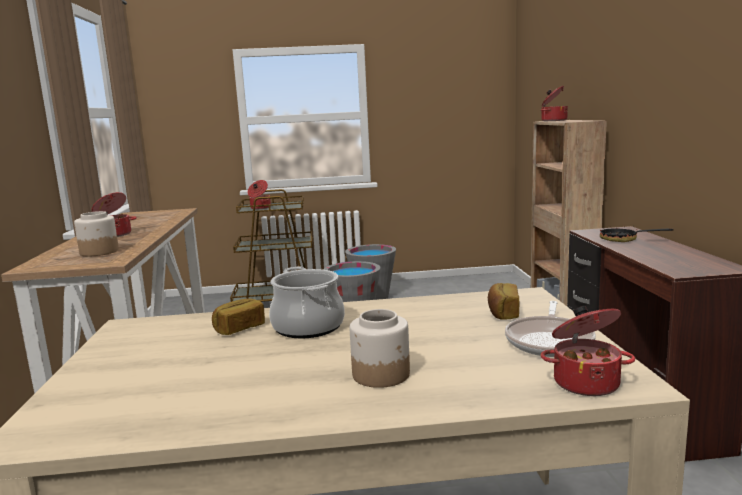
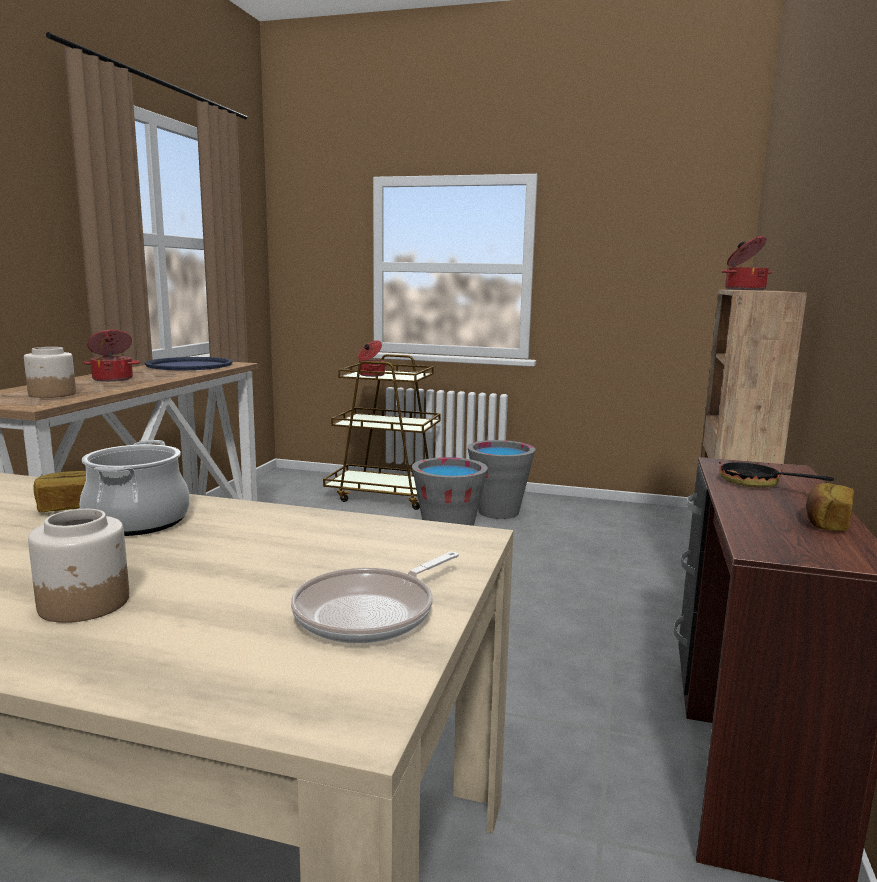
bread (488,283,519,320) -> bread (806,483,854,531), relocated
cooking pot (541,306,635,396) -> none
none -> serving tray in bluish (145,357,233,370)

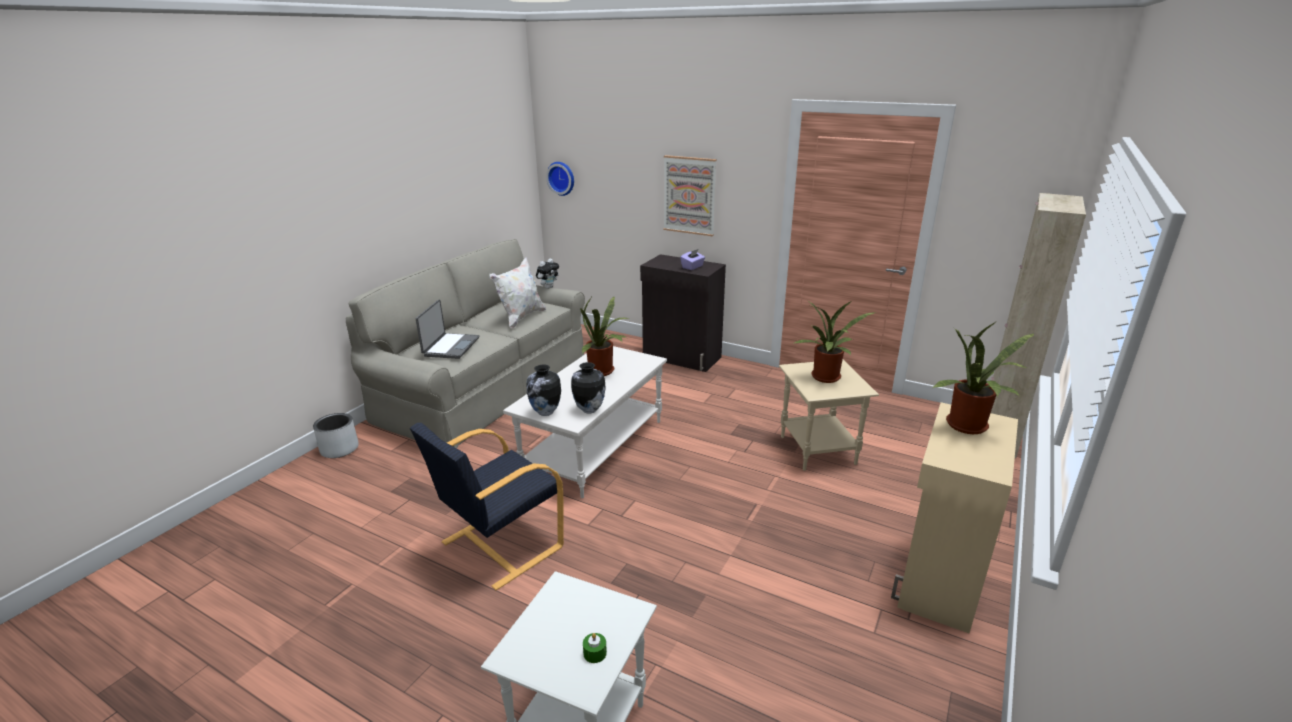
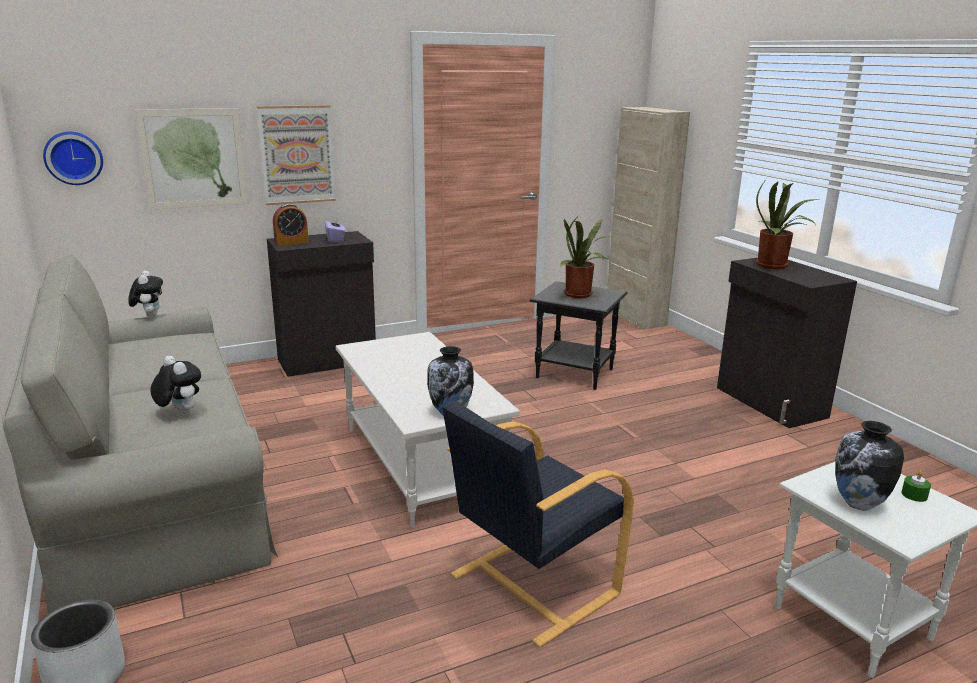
throw pillow in white (489,257,546,329) -> none
potted plant (580,297,628,376) -> none
notebook computer (416,300,479,359) -> cuddly toy (151,356,201,416)
side table in beige-coloured (779,360,879,471) -> side table in blackish (530,281,627,390)
flower vase (571,362,606,414) -> flower vase (835,421,904,511), relocated
storage cabinet in beige-coloured (891,402,1018,633) -> storage cabinet in blackish (717,258,857,428)
lounge chair in blackish (410,423,564,591) -> lounge chair in blackish (442,401,634,647), 60 degrees clockwise
none -> picture (134,108,248,210)
none -> bedside clock (273,203,309,246)

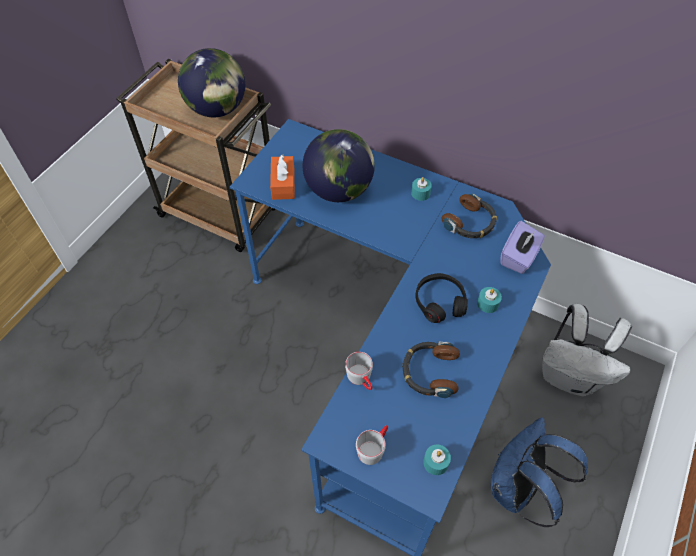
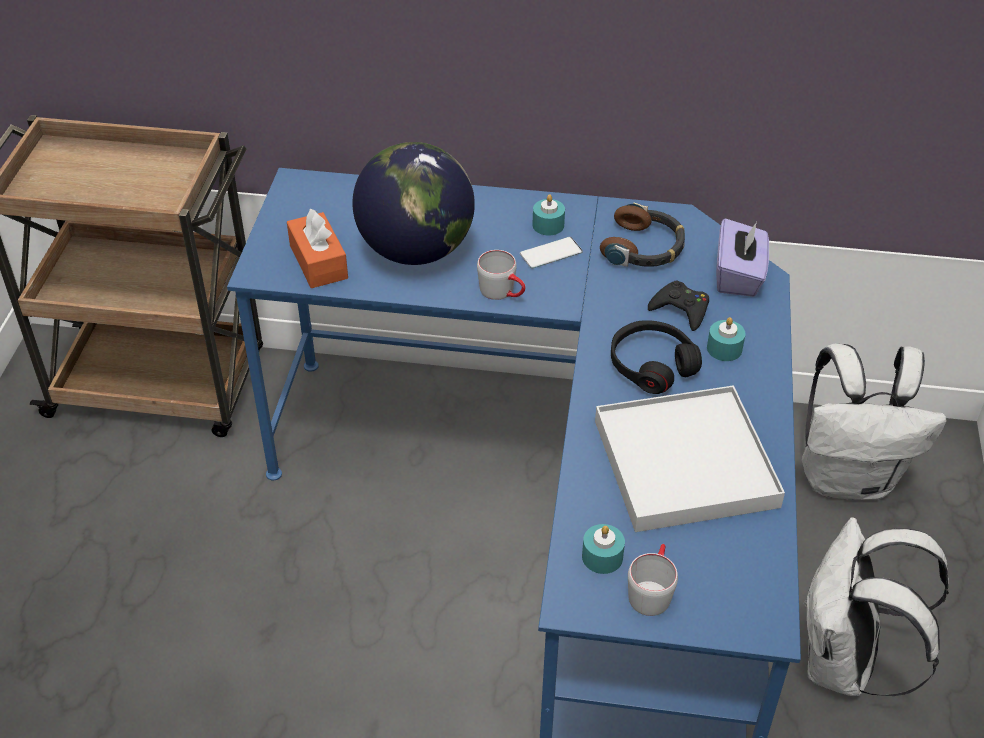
world globe (178,48,245,117) -> none
headset (402,341,460,398) -> serving tray in white (595,385,785,532)
mug in gray (345,352,373,390) -> mug in gray (477,250,525,300), relocated
rucksack in bluish (491,417,588,527) -> rucksack in white (803,517,949,696)
candle in turquoise (423,445,451,475) -> candle in turquoise (582,524,625,574), relocated
none -> handset (520,237,583,268)
none -> joypad in blackish (648,281,709,331)

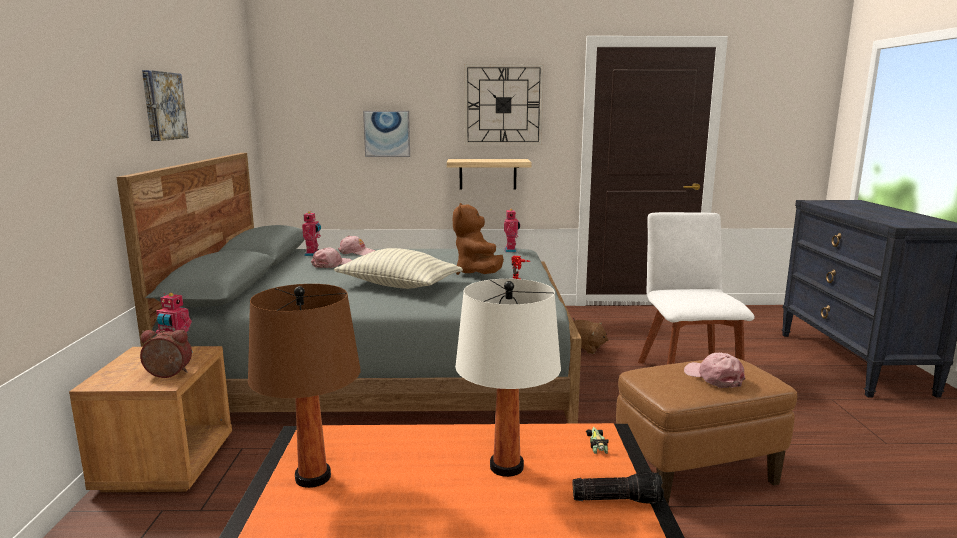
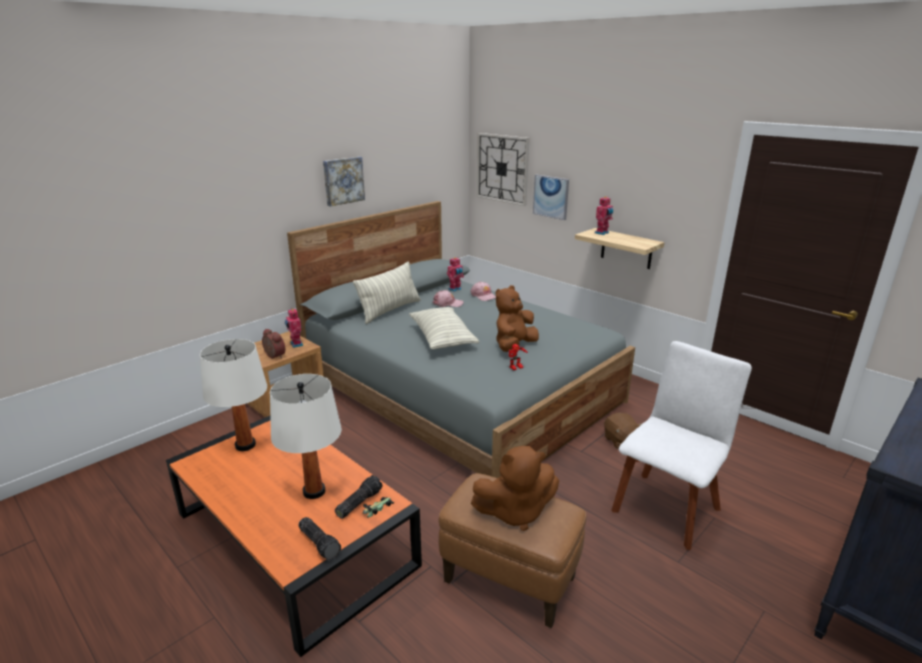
hanging clock (464,64,544,145) -> hanging clock (477,133,529,206), relocated
model robot (504,209,520,252) -> model robot (595,196,613,235), relocated
table lamp in brown (248,284,360,488) -> table lamp in white (200,339,267,451)
peaked cap in pink-coloured (684,353,745,388) -> cuddly toy in brown (471,446,559,531)
none -> throw pillow (353,261,421,324)
none -> torch (335,475,382,519)

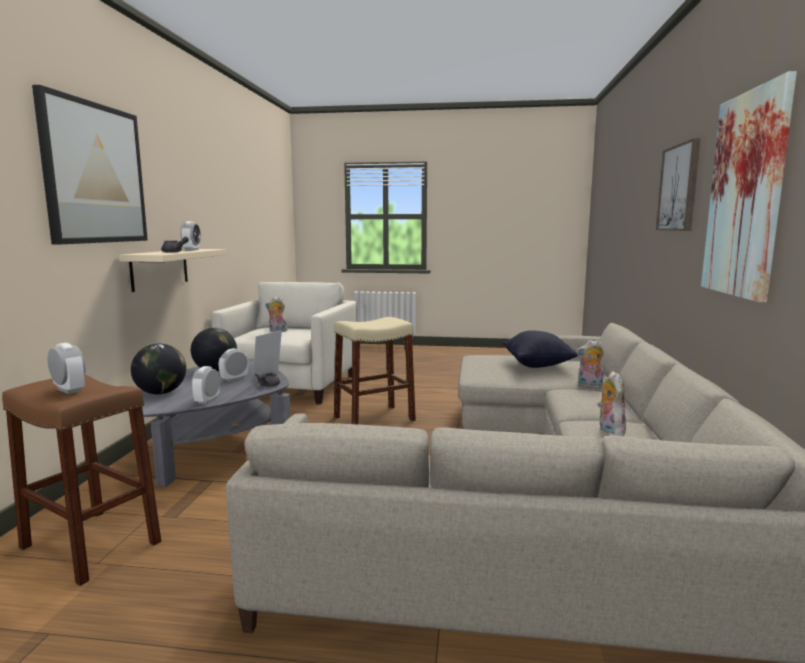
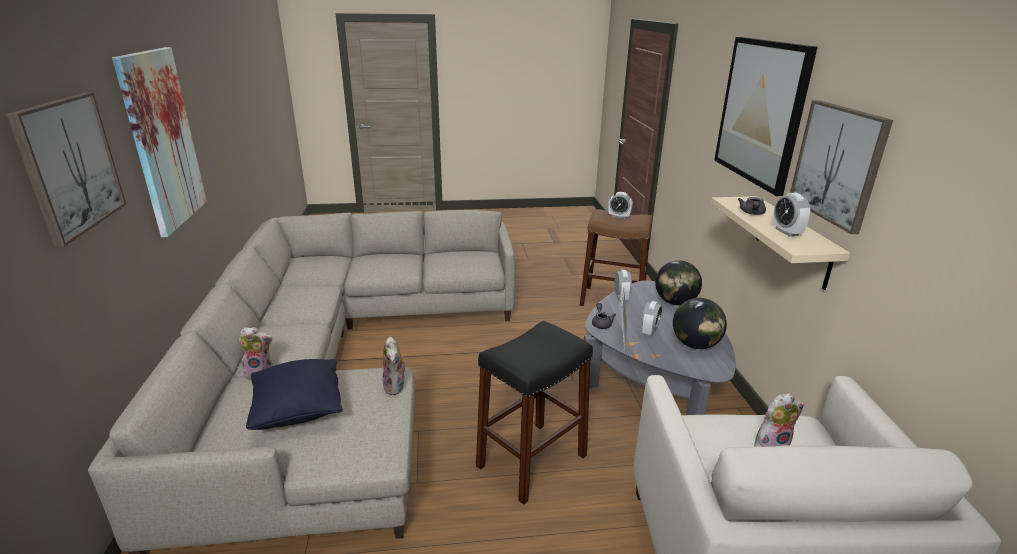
stool seat in beige-coloured (334,317,416,424) -> stool seat in blackish (476,321,593,505)
cuddly toy (597,371,626,436) -> cuddly toy (383,336,407,395), relocated
none -> picture (790,100,893,234)

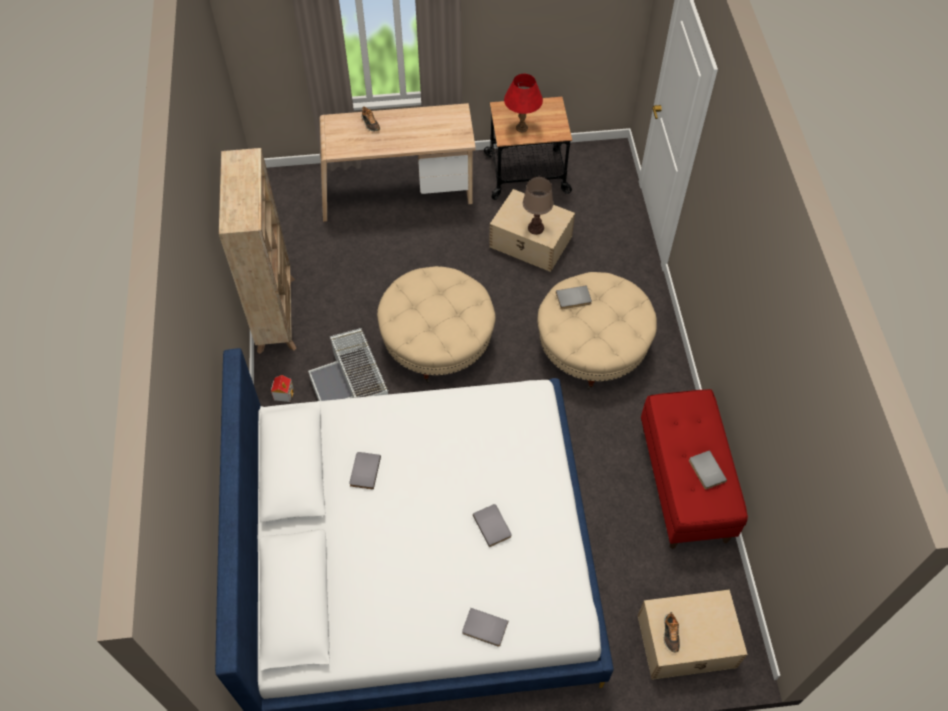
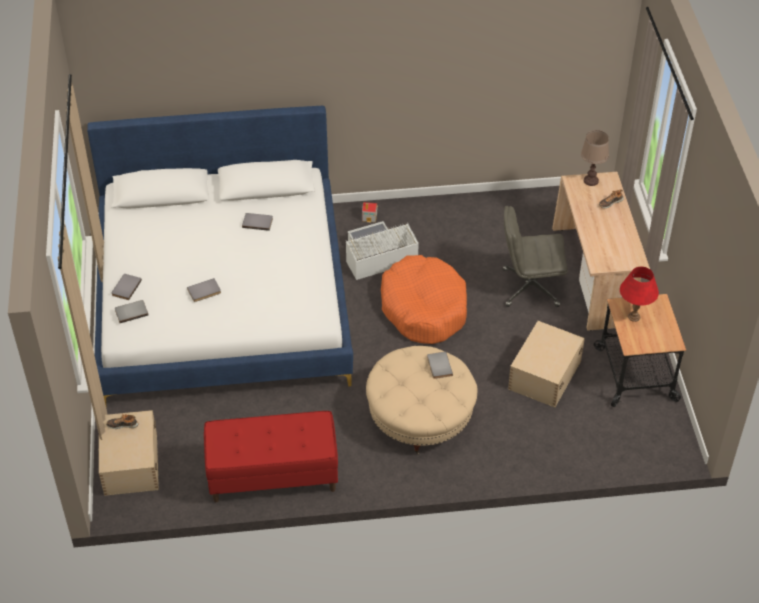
shelving unit in beige-coloured (219,148,296,354) -> none
table lamp in brown (523,177,553,235) -> table lamp in brown (581,130,609,186), relocated
footrest in beige-coloured (377,266,496,382) -> dog cushion in orange-coloured (381,255,467,344)
book in gray (689,450,727,489) -> book in gray (115,300,148,323), relocated
none -> computer chair in gray (503,206,568,307)

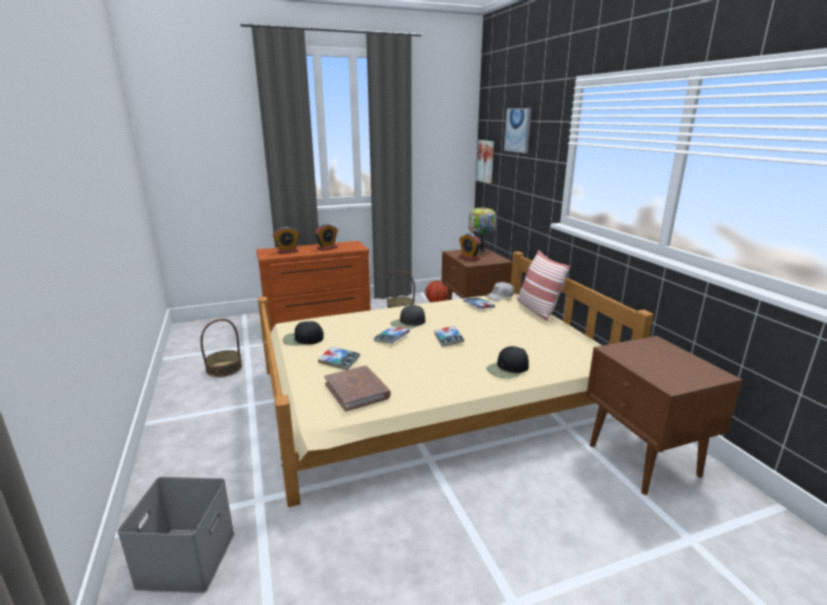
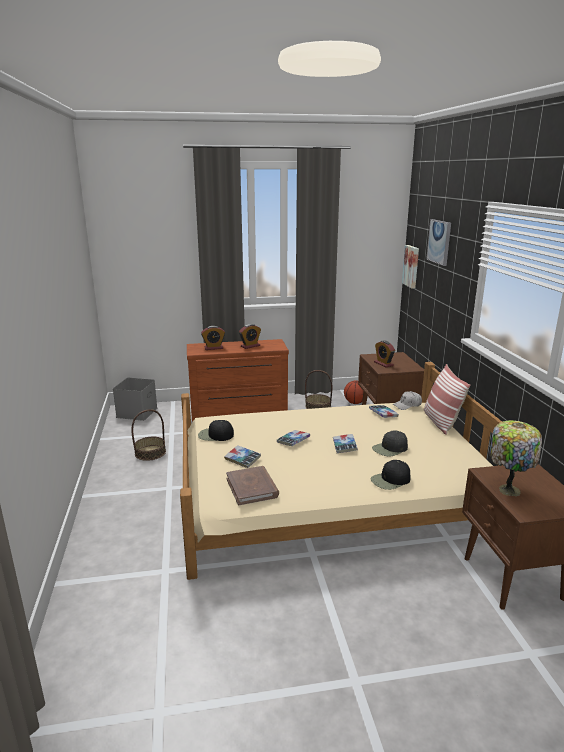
table lamp (469,207,496,252) -> table lamp (489,420,542,496), relocated
peaked cap in blackish (390,305,425,329) -> peaked cap in blackish (372,430,408,456), relocated
storage container in gray (117,477,235,593) -> storage container in gray (113,378,157,421), relocated

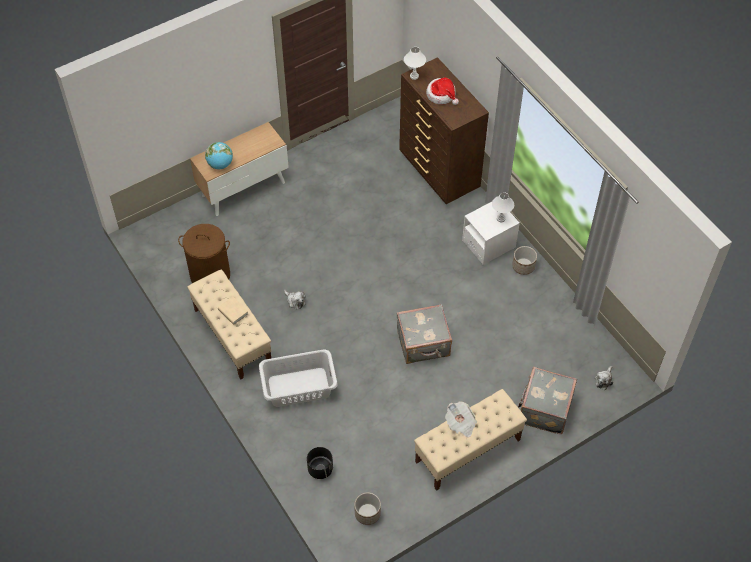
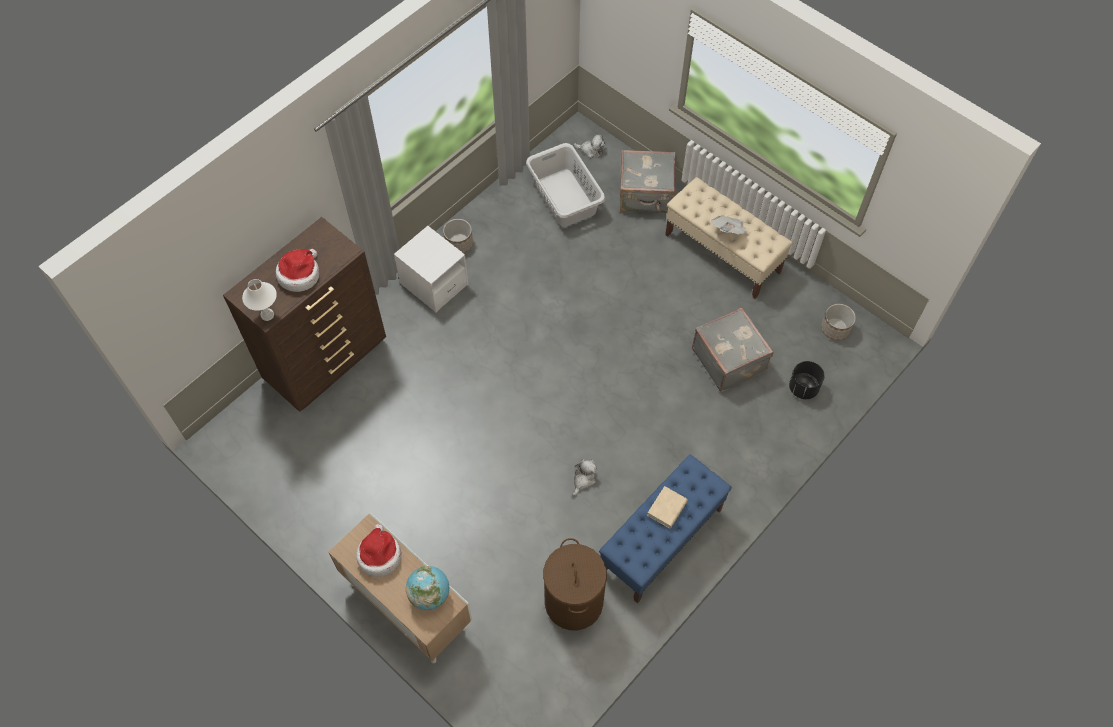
table lamp in white (492,192,514,222) -> none
indoor bench in beige-coloured (187,269,271,380) -> indoor bench in bluish (599,454,732,604)
suitcase in gray (397,304,452,364) -> suitcase in gray (692,308,773,392), relocated
washing basket in gray (259,349,338,407) -> washing basket in gray (526,143,605,227), relocated
none -> clothing hat (356,524,402,577)

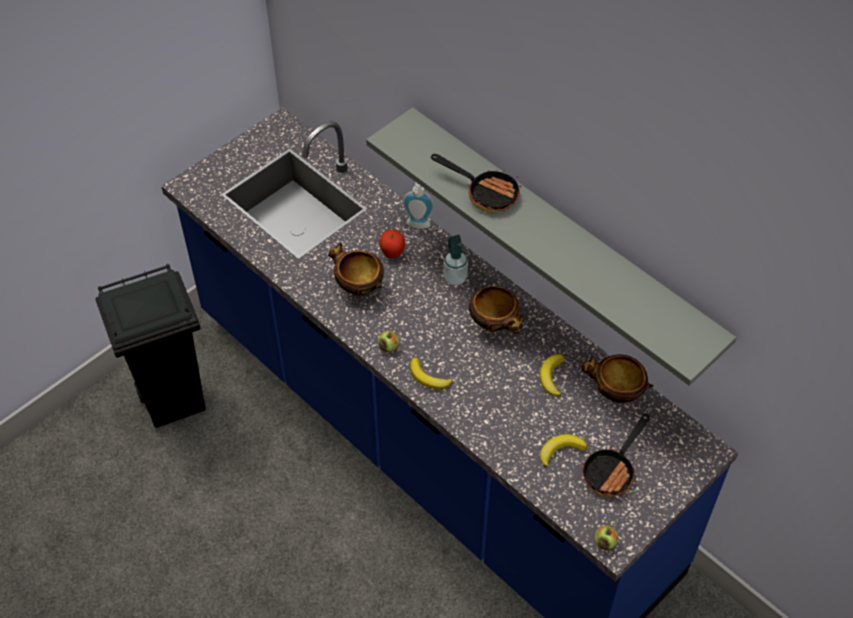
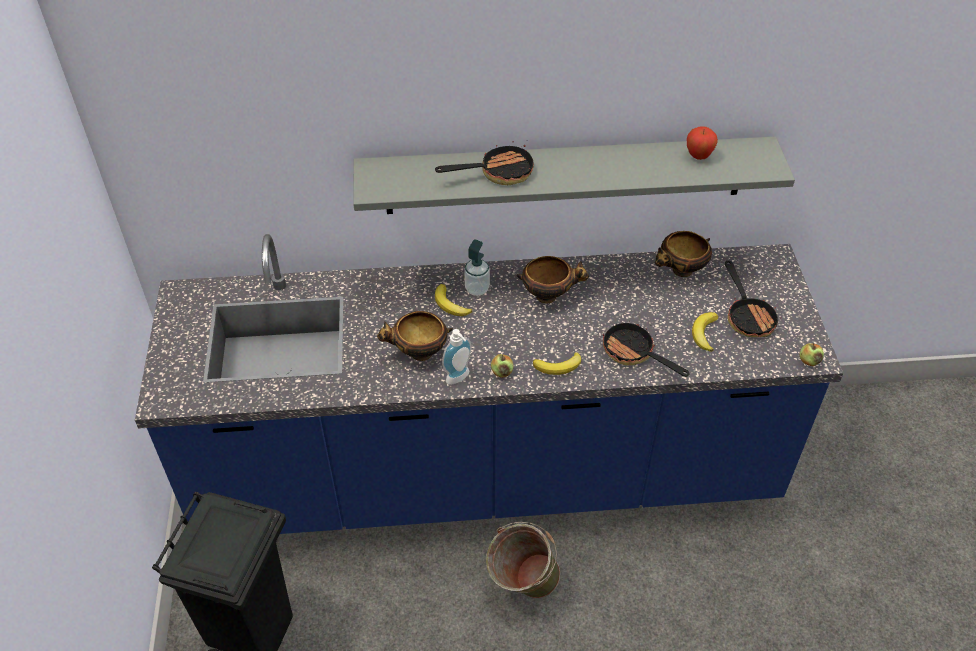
soap dispenser (403,183,434,229) -> soap dispenser (442,329,471,385), relocated
apple fruit (379,230,405,258) -> apple fruit (687,126,718,160), relocated
whole banana (540,354,565,397) -> whole banana (435,284,472,316), relocated
none -> frying pan (602,323,690,377)
none -> pail in green (486,522,560,598)

